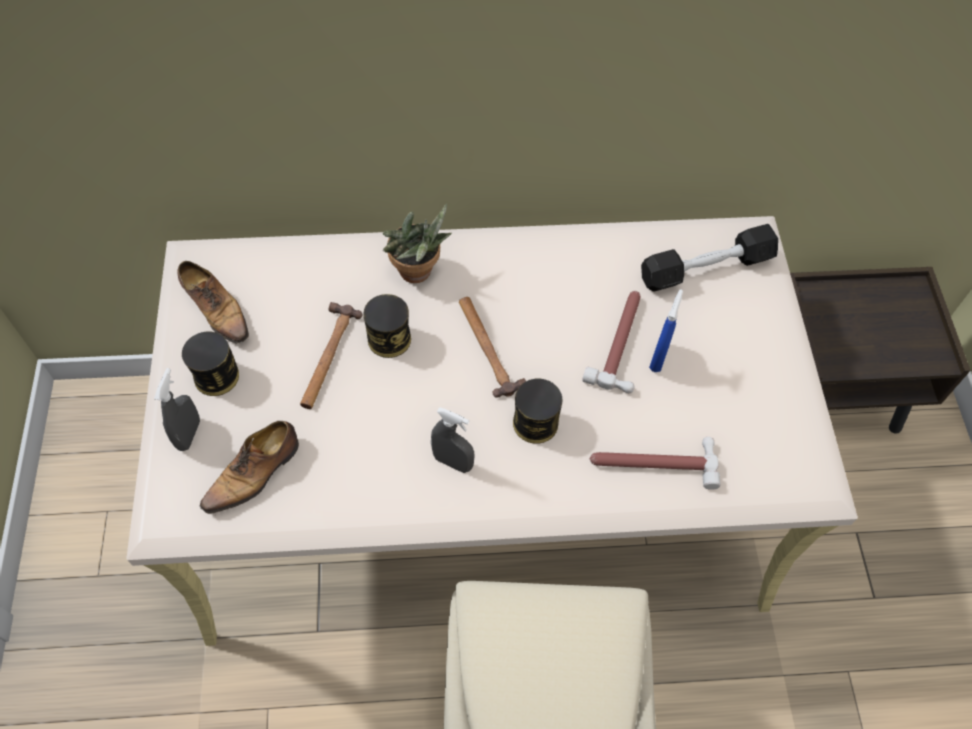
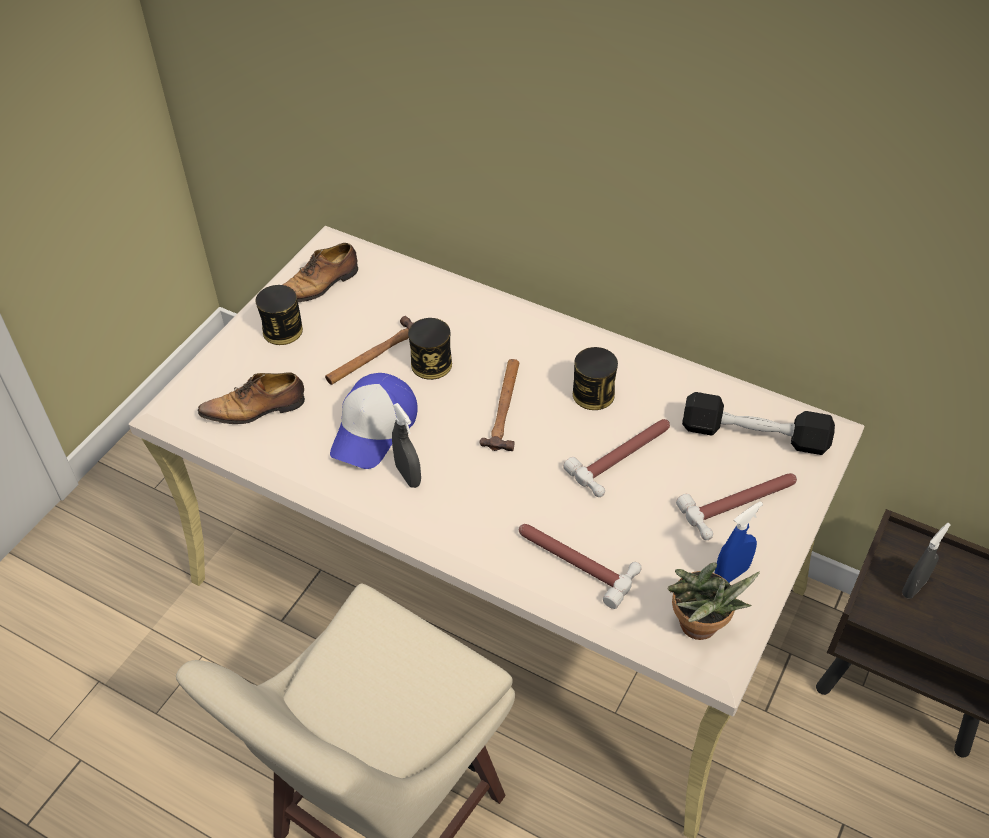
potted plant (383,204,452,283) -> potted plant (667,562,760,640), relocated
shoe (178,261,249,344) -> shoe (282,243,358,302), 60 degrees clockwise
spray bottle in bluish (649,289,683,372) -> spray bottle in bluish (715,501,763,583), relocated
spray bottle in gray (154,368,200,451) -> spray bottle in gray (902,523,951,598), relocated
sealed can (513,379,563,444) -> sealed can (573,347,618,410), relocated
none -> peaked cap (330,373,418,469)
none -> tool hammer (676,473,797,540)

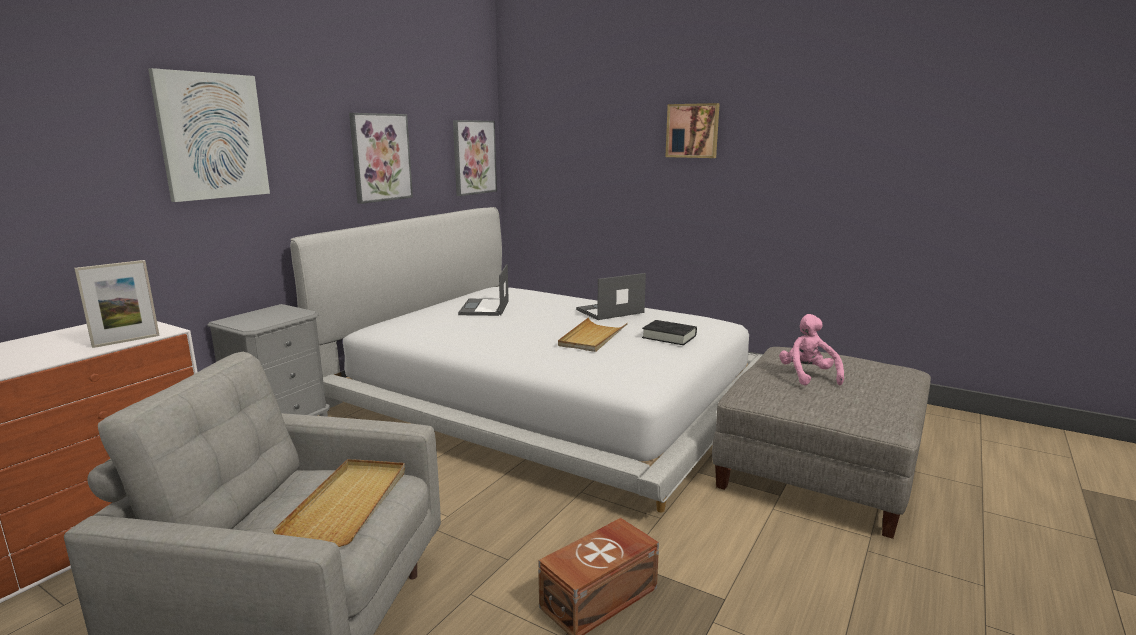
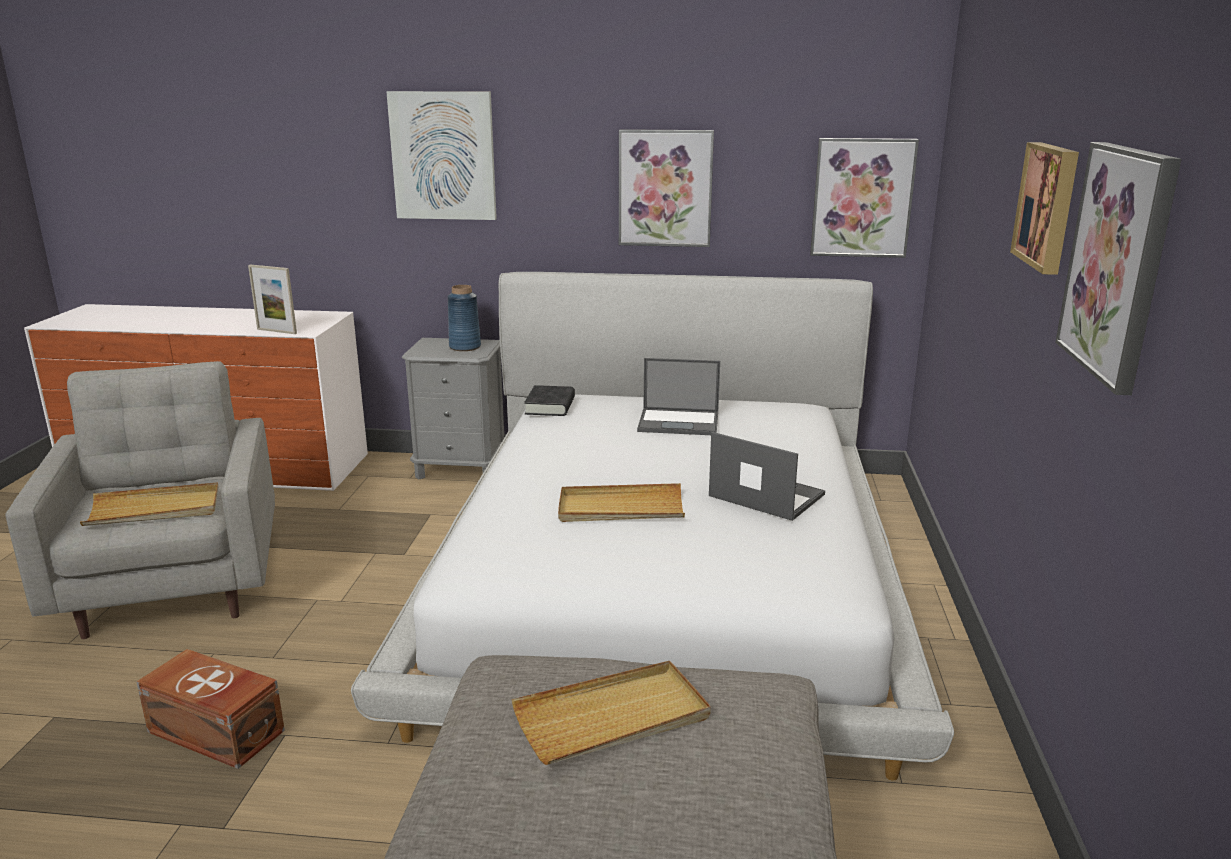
notebook computer (458,264,509,316) -> notebook computer (637,358,720,435), 150 degrees counterclockwise
cuddly toy in pink-coloured (779,314,844,386) -> serving tray in beige-coloured (512,661,711,765)
book in blackish (642,320,697,345) -> book in blackish (524,385,575,416), relocated
none -> picture (1055,142,1181,395)
none -> flower vase in bluish (448,285,481,351)

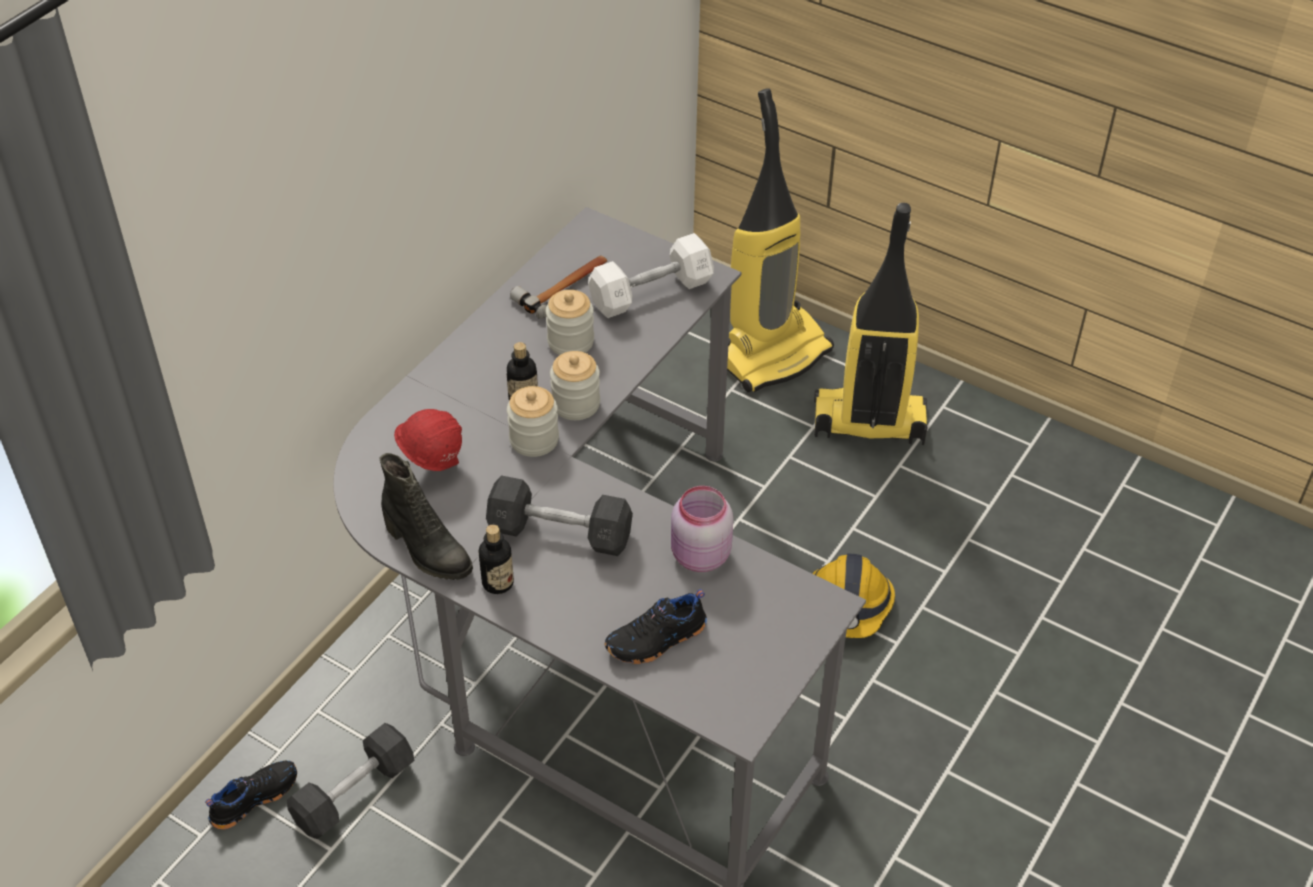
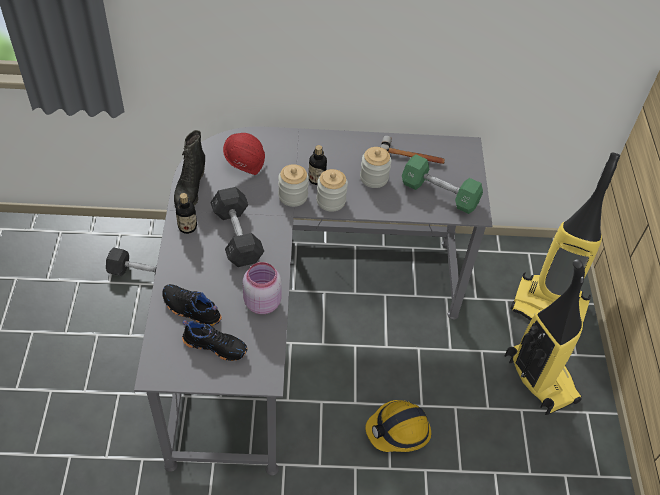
free weight in white (588,233,714,318) -> free weight in green (402,154,483,214)
shoe in blackish (205,761,297,830) -> shoe in blackish (182,320,247,361), relocated

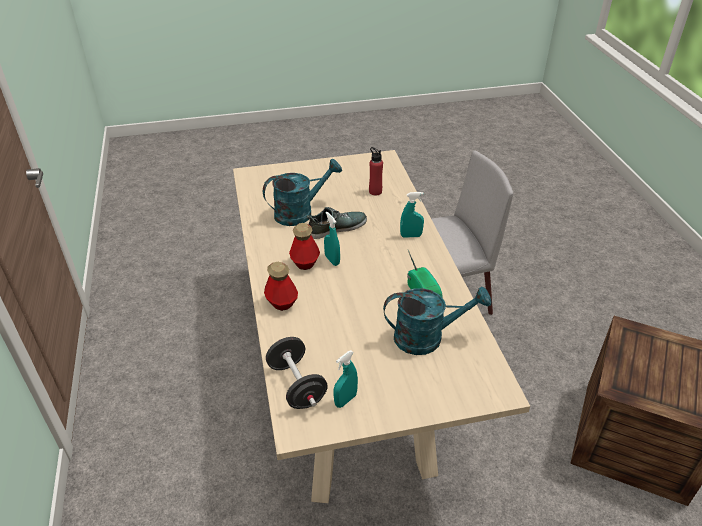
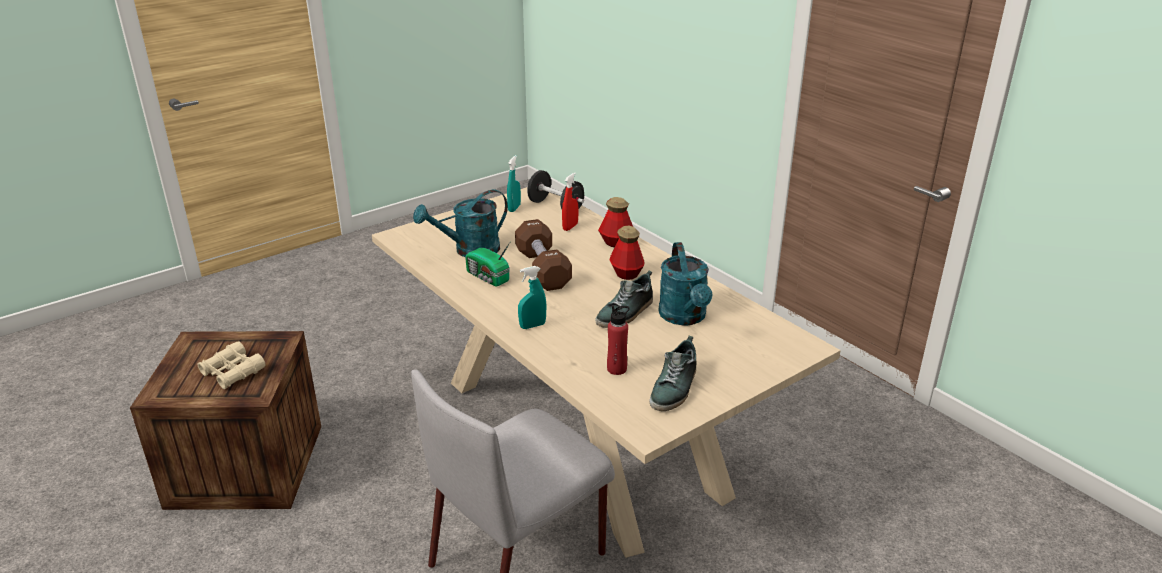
watering can in turquoise (263,159,342,226) -> watering can in turquoise (658,242,712,326), 45 degrees counterclockwise
spray bottle in turquoise (324,212,340,266) -> none
none -> spray bottle in red-coloured (562,172,579,231)
none -> free weight in brown (515,219,572,291)
none -> shoe (650,336,697,411)
none -> pair of binoculars in beige-coloured (198,341,266,389)

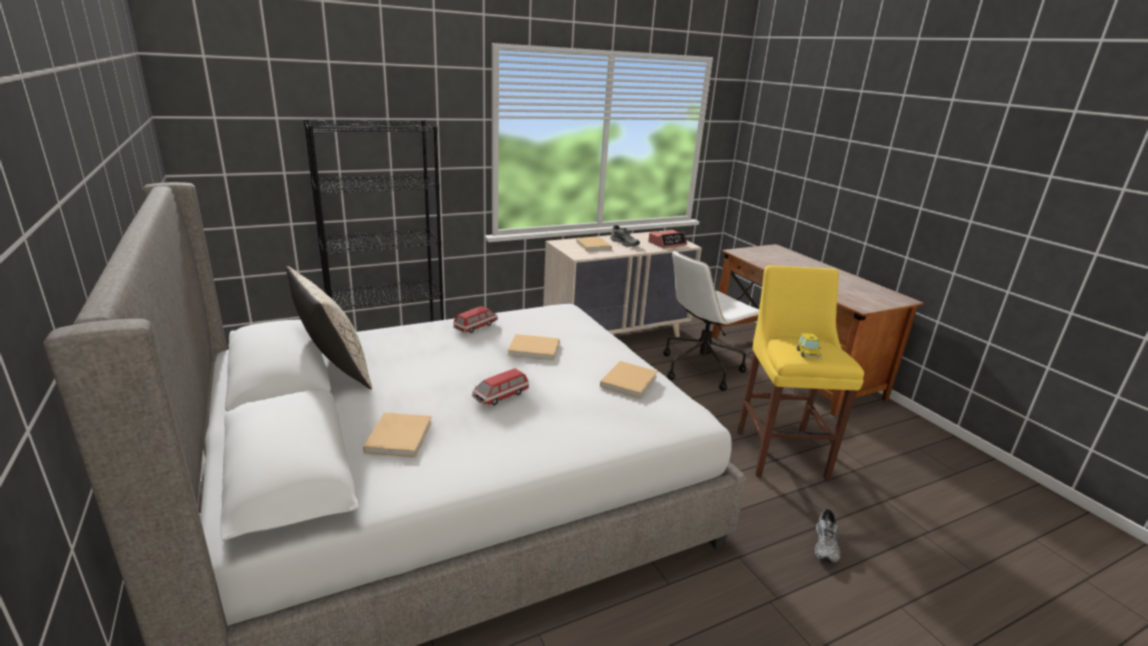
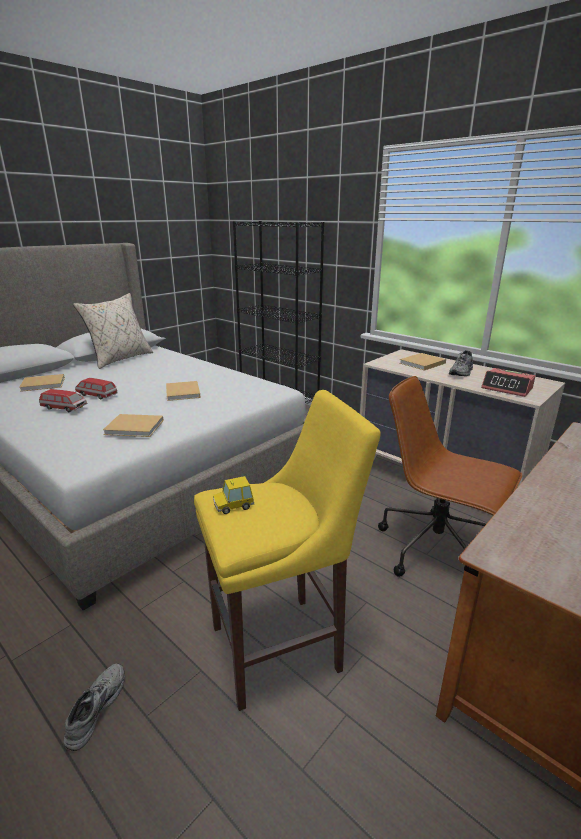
computer chair in white (663,250,759,391) -> computer chair in brown (378,376,522,577)
miniature car (453,306,498,333) -> miniature car (39,389,87,412), relocated
shoe in gray (815,509,841,563) -> shoe in gray (63,663,125,751), 105 degrees clockwise

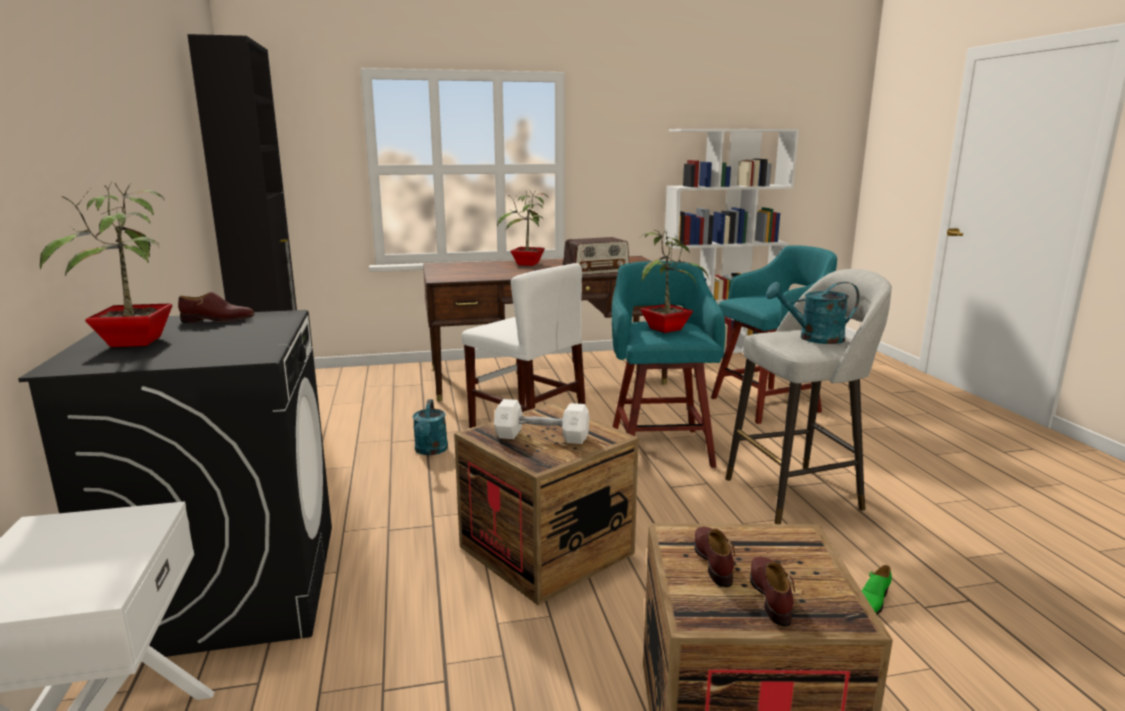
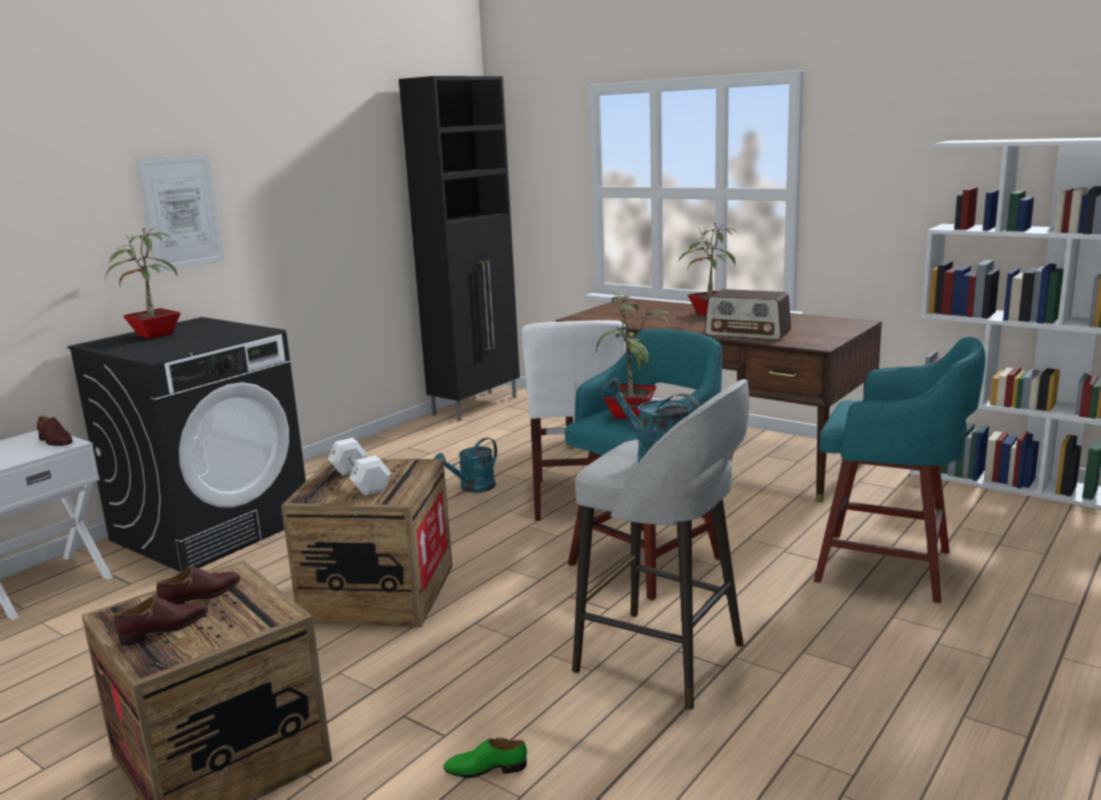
shoe in brown (178,292,255,323) -> shoe in brown (37,416,73,446), relocated
none -> picture (136,154,225,273)

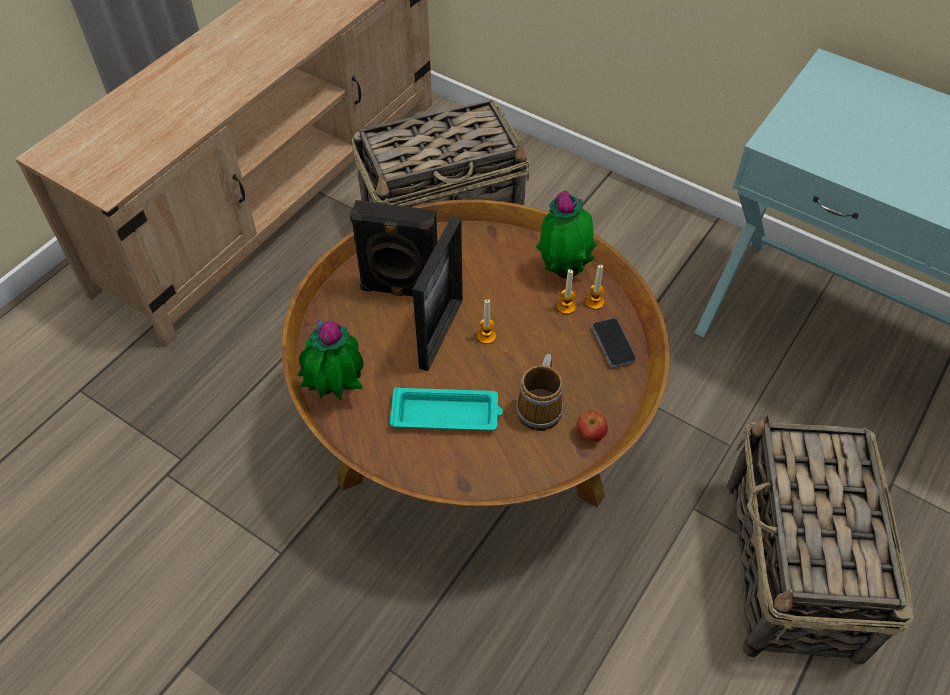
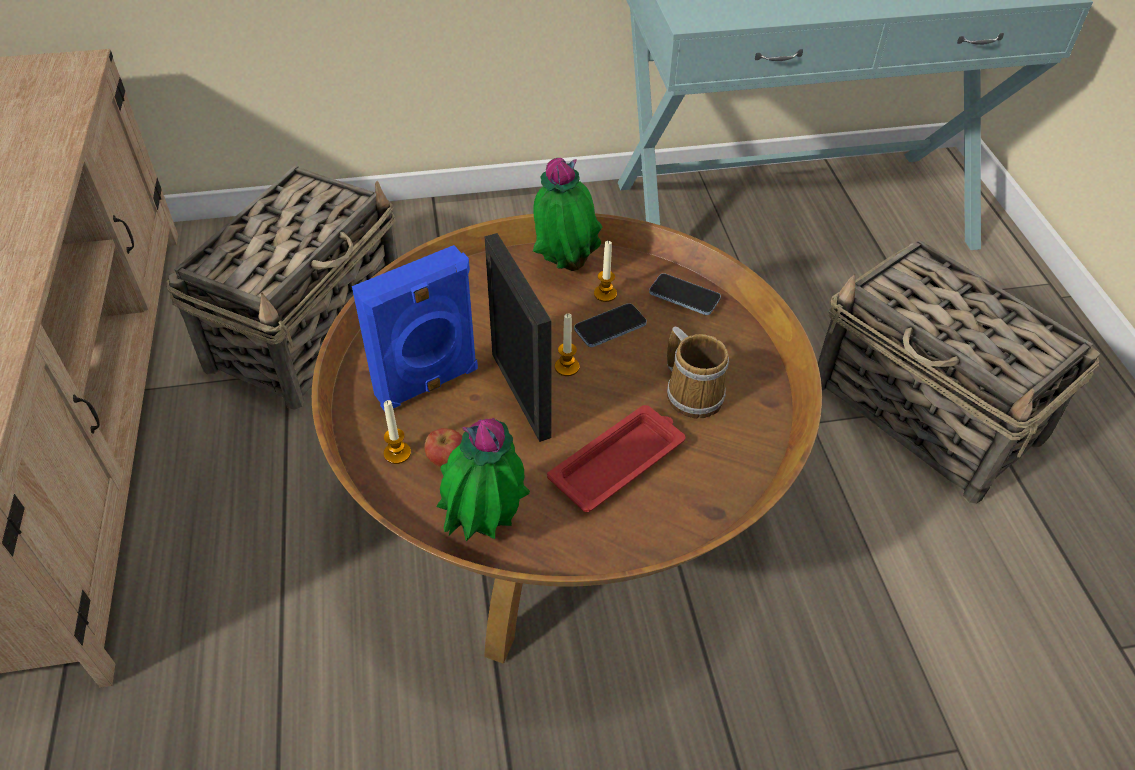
speaker in blackish (350,200,437,296) -> speaker in bluish (352,245,478,412)
candle (585,265,604,310) -> candle (384,400,411,464), relocated
serving tray in turquoise (390,387,503,431) -> serving tray in red-coloured (547,405,685,512)
apple fruit (576,411,608,442) -> apple fruit (425,428,462,467), relocated
none -> handset (574,303,647,347)

